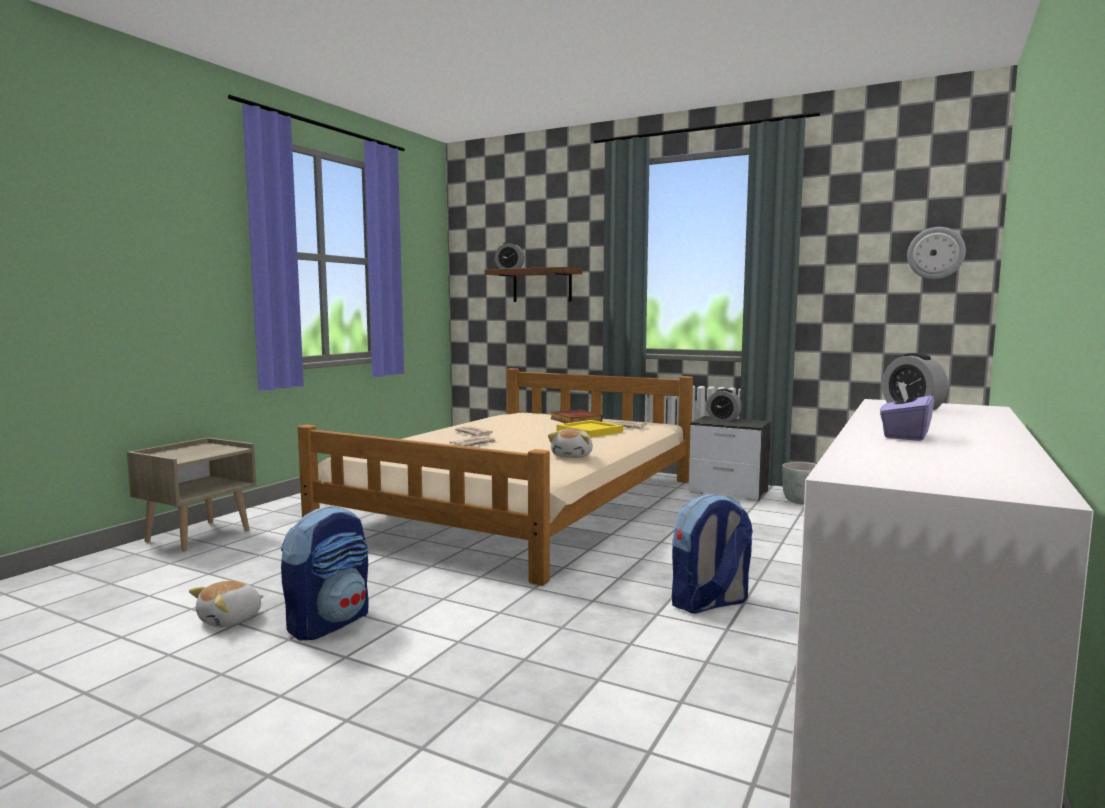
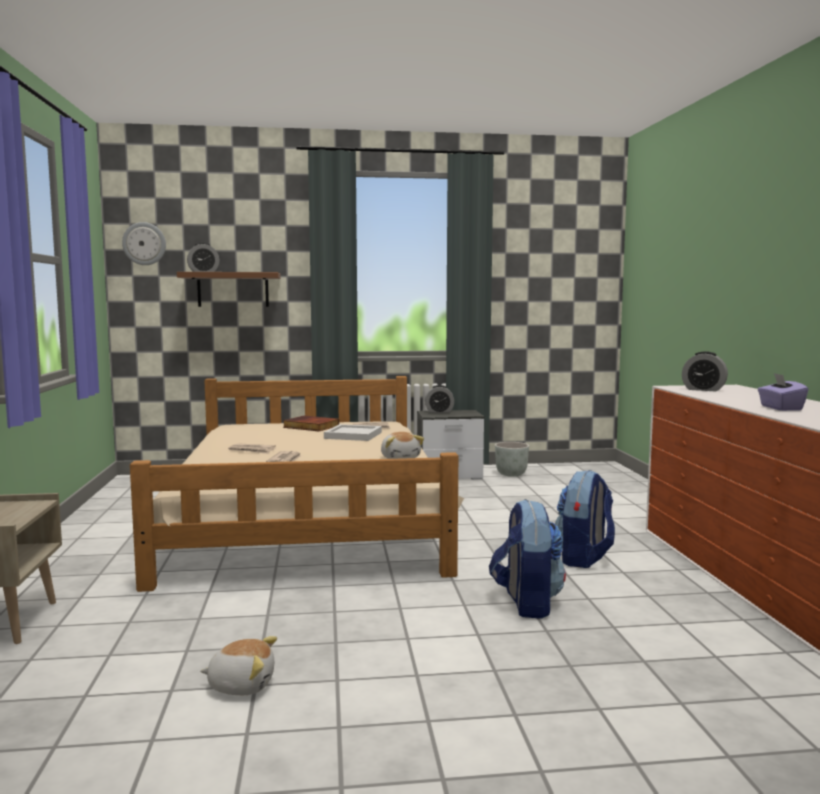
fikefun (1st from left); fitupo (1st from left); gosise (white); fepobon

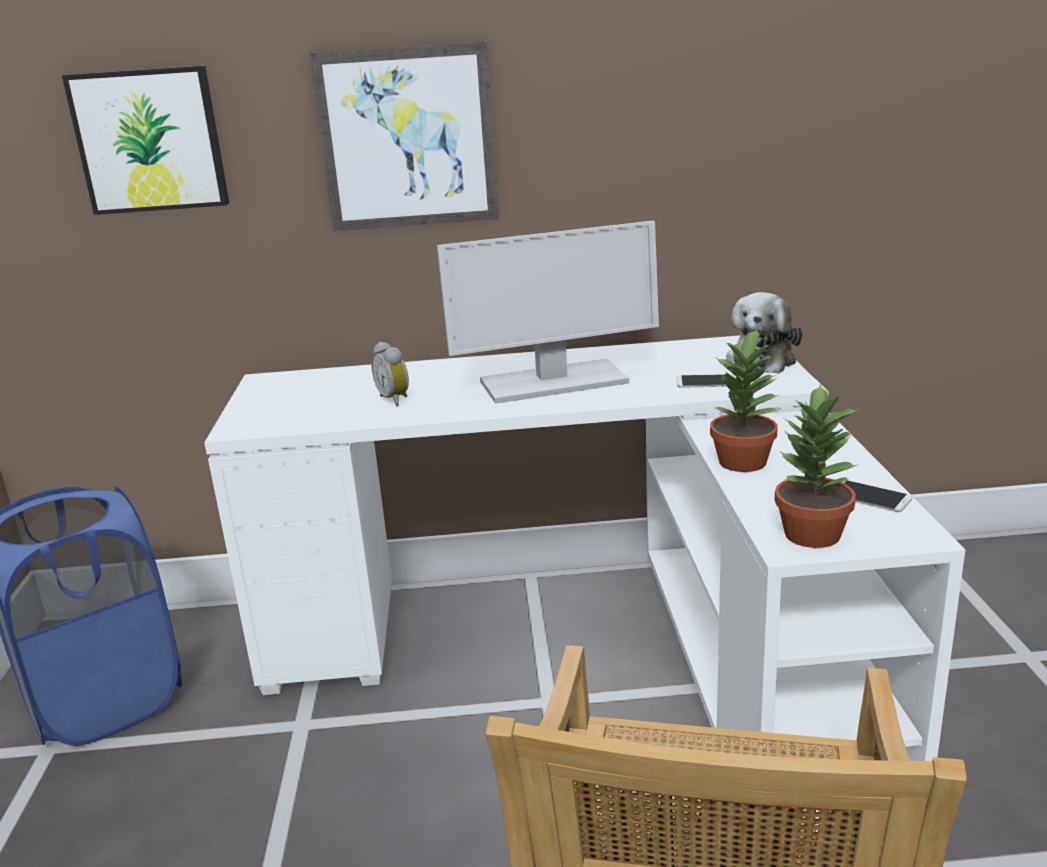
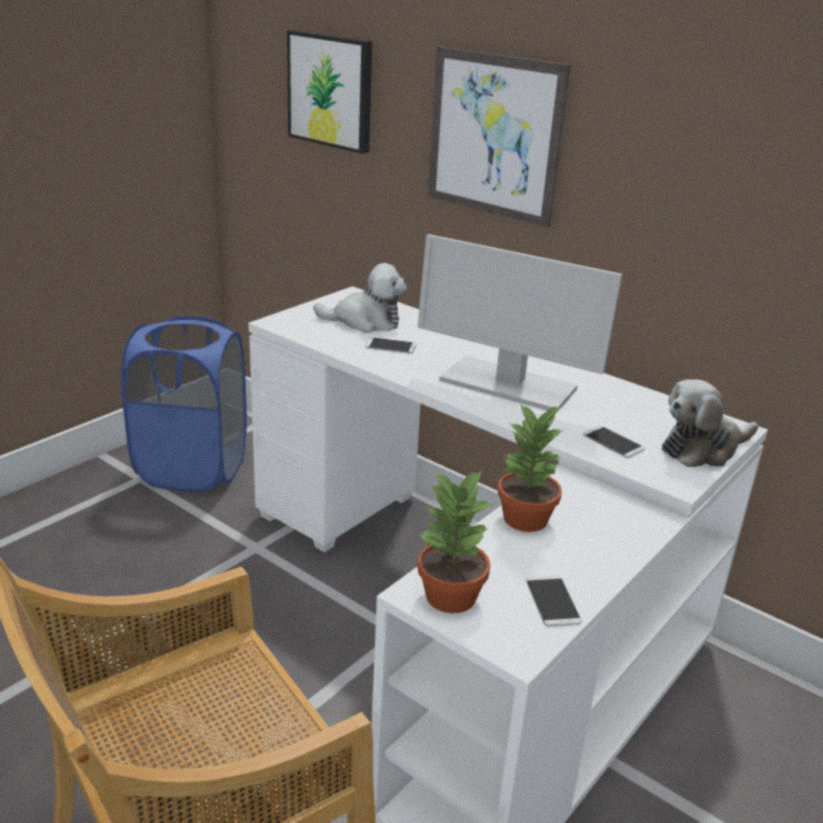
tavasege (1st from left); fikefun (1st from left)

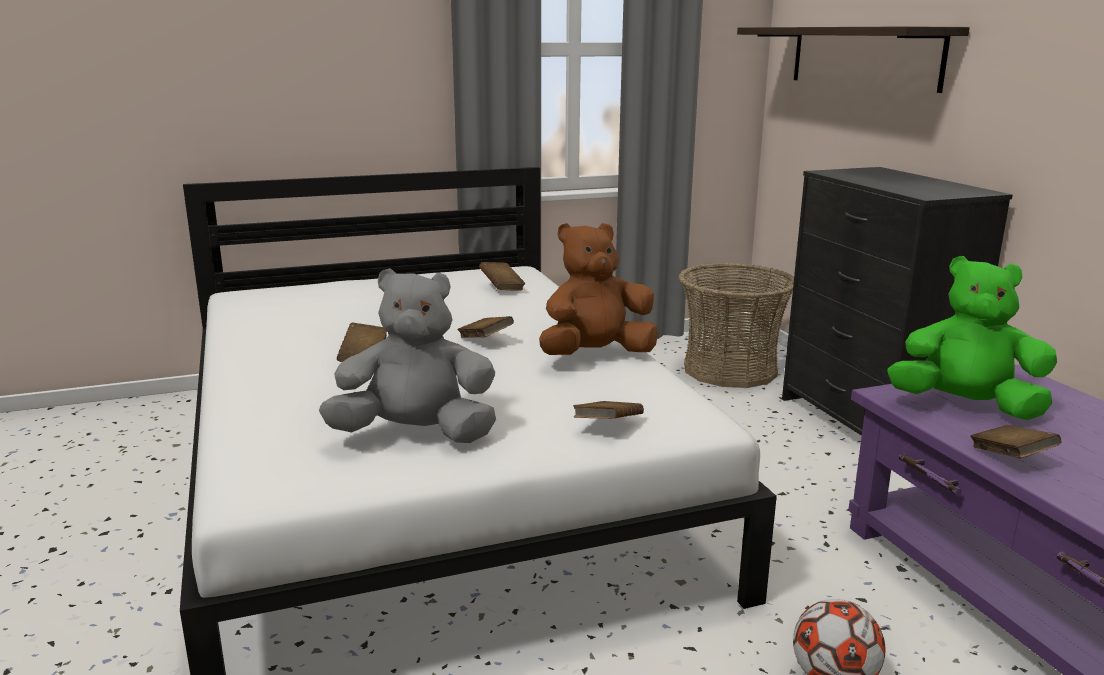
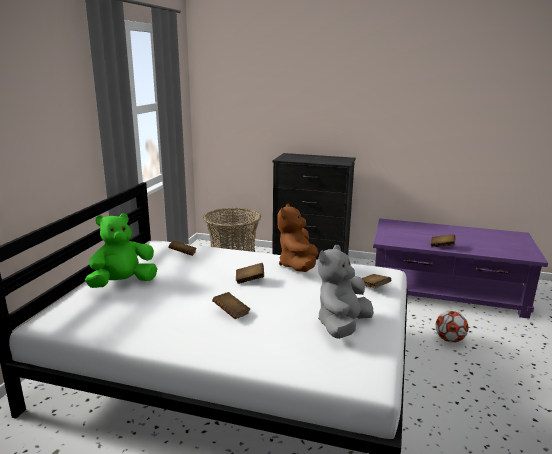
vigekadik; fikefun (green)

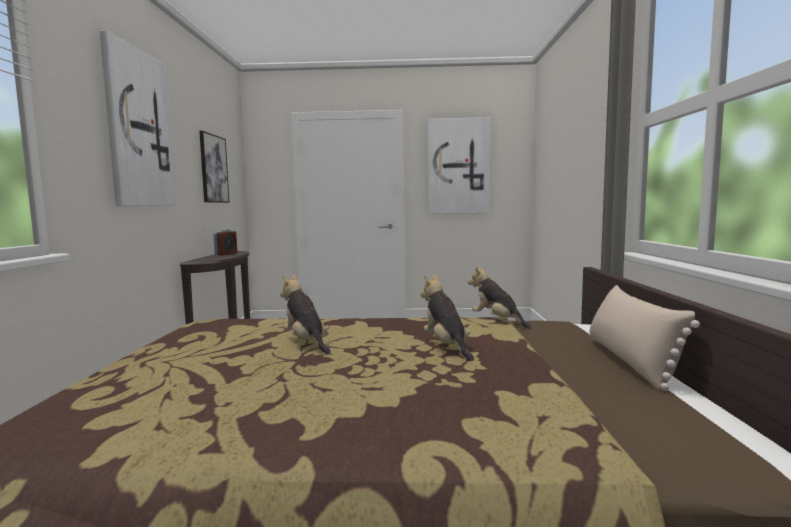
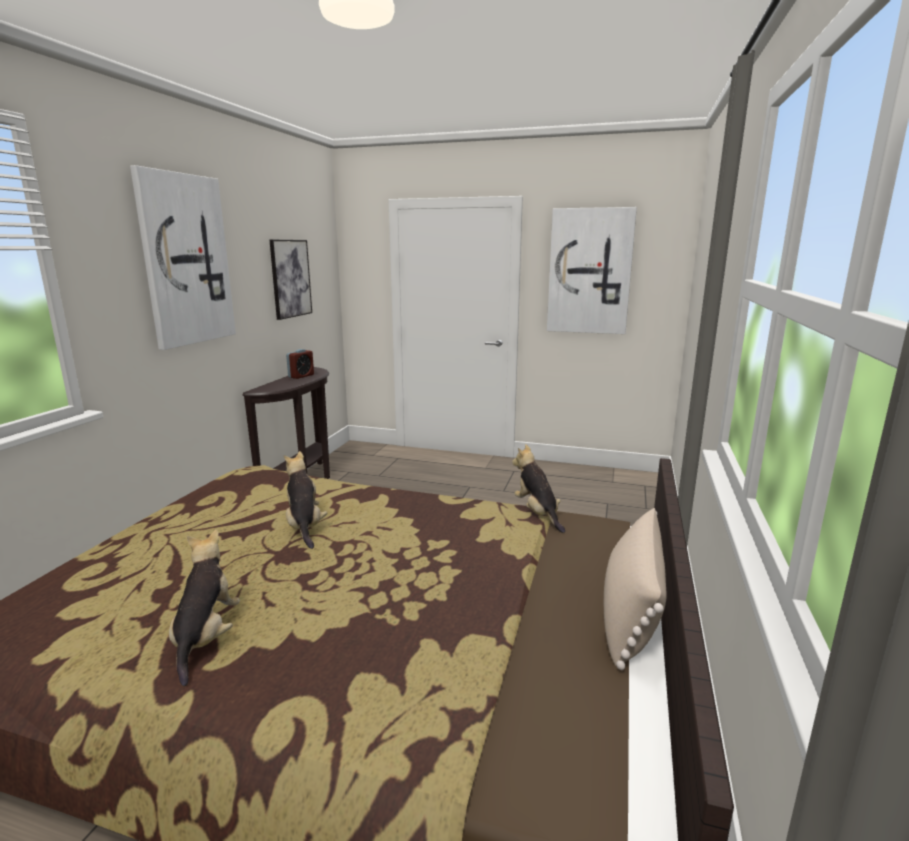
fikefun (1st from left)

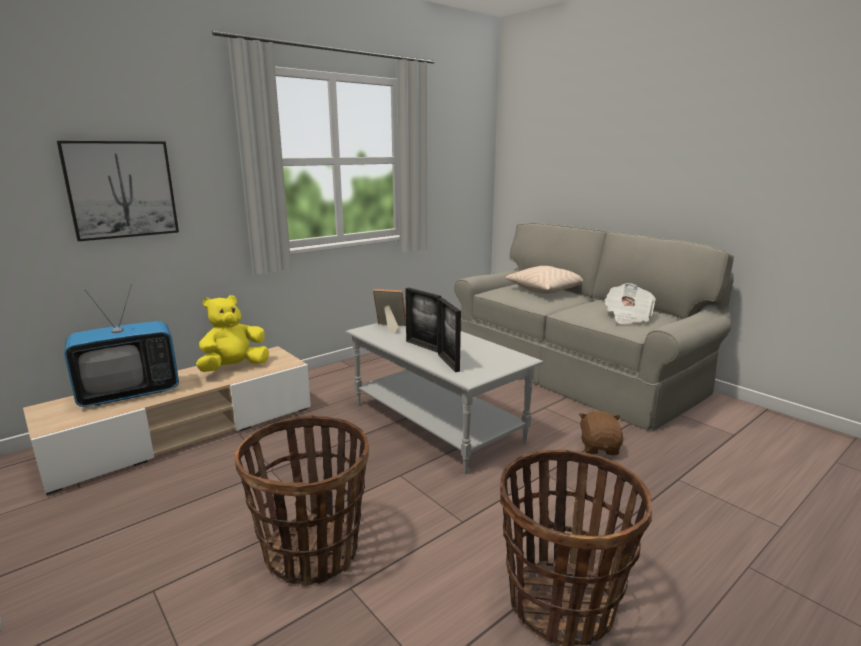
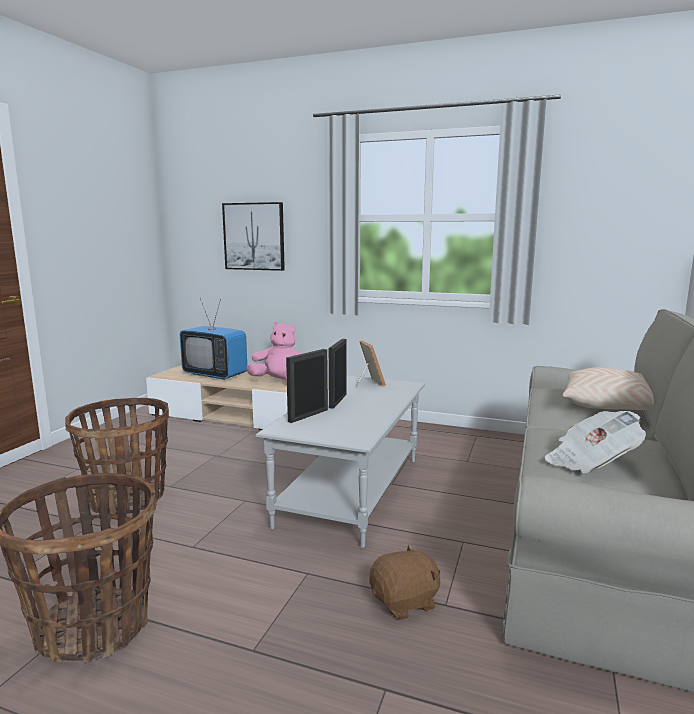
fikefun (pink)

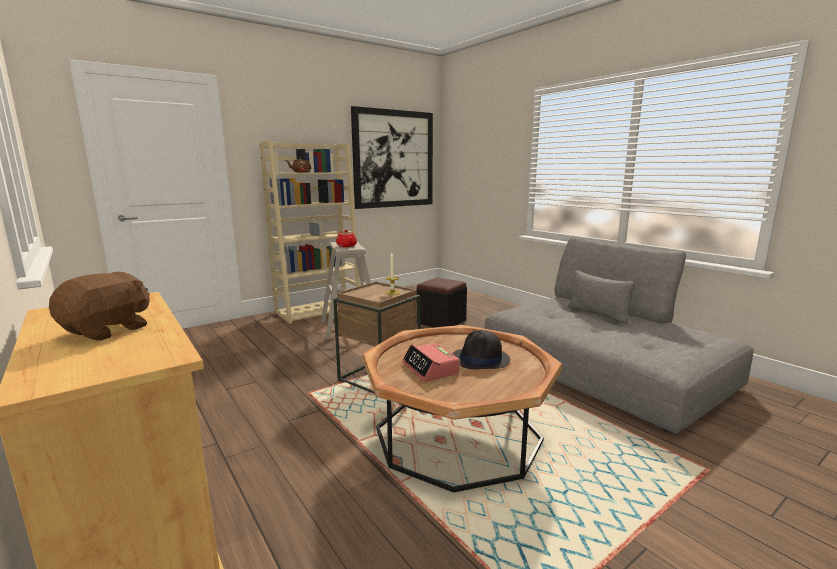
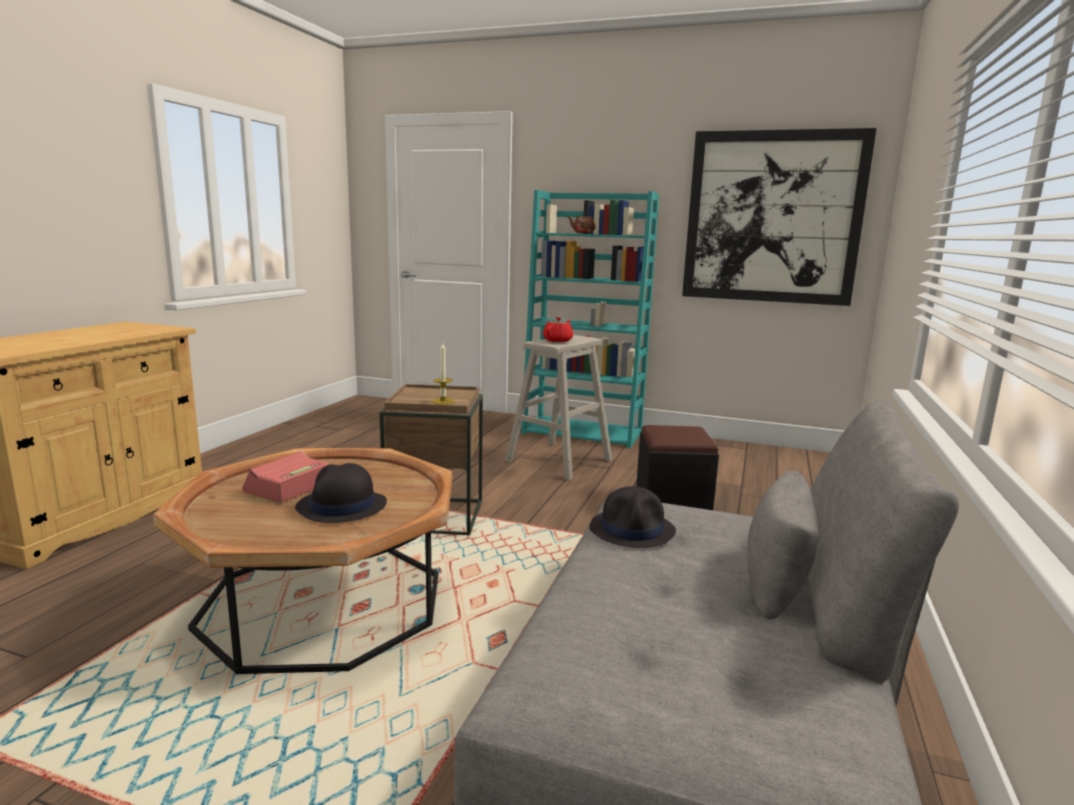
fikefun (brown); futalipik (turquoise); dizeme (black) (2nd from left)

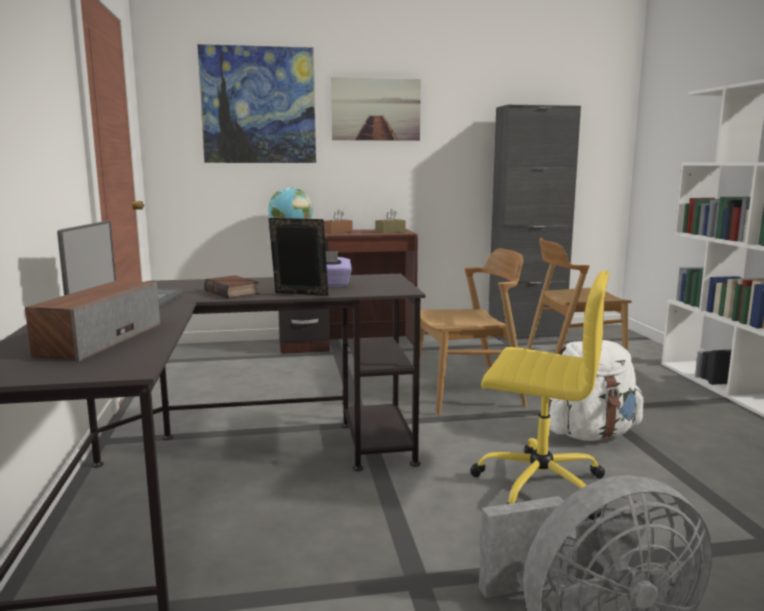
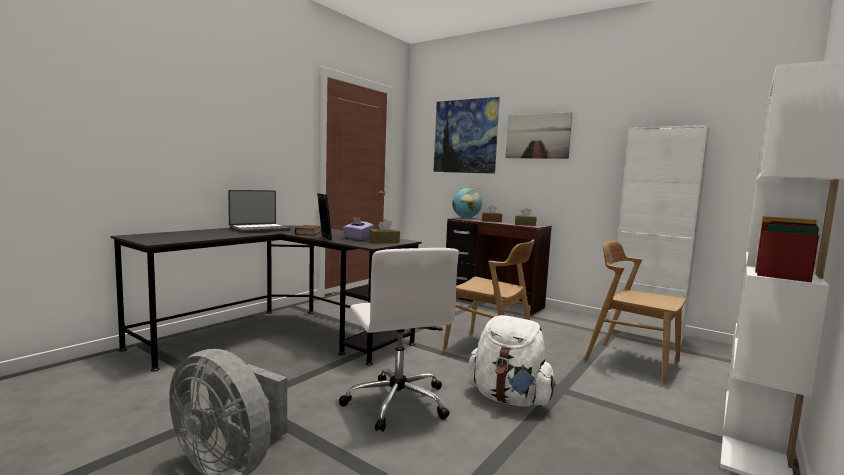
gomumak; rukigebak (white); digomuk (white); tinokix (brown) (1st from left)

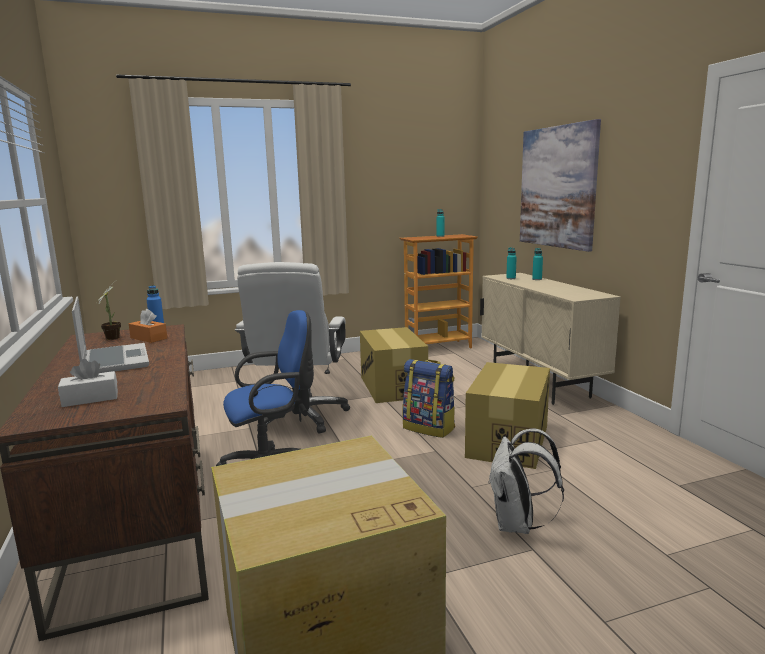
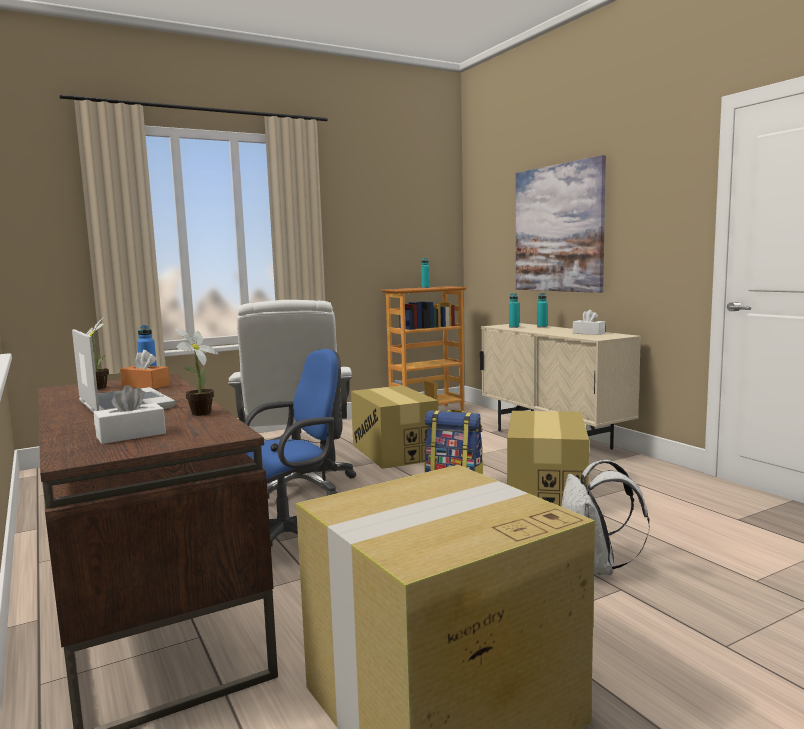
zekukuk (2nd from left); tinokix (white) (2nd from left)

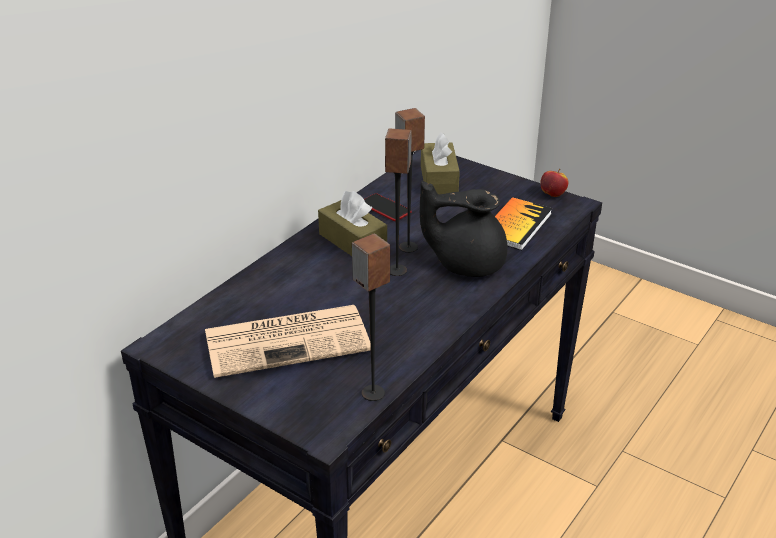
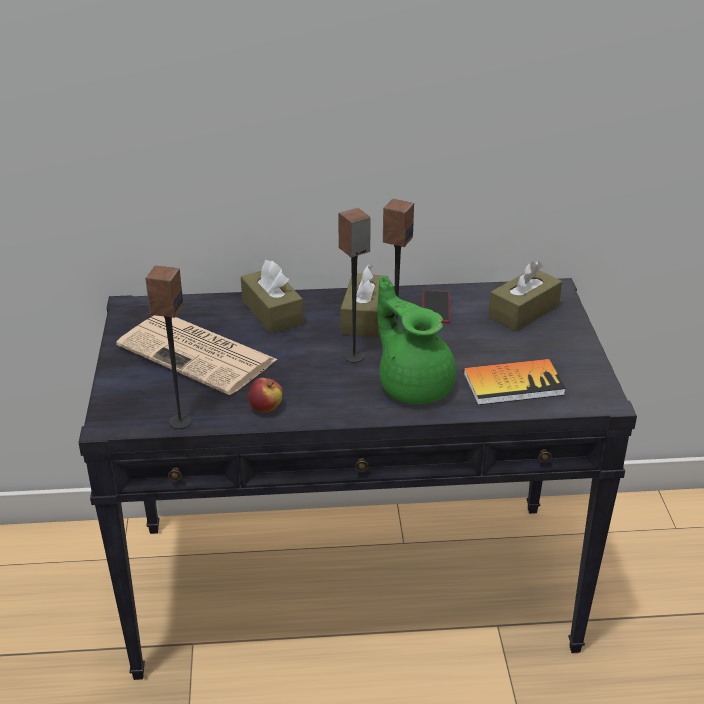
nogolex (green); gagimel; tinokix (brown) (1st from left)

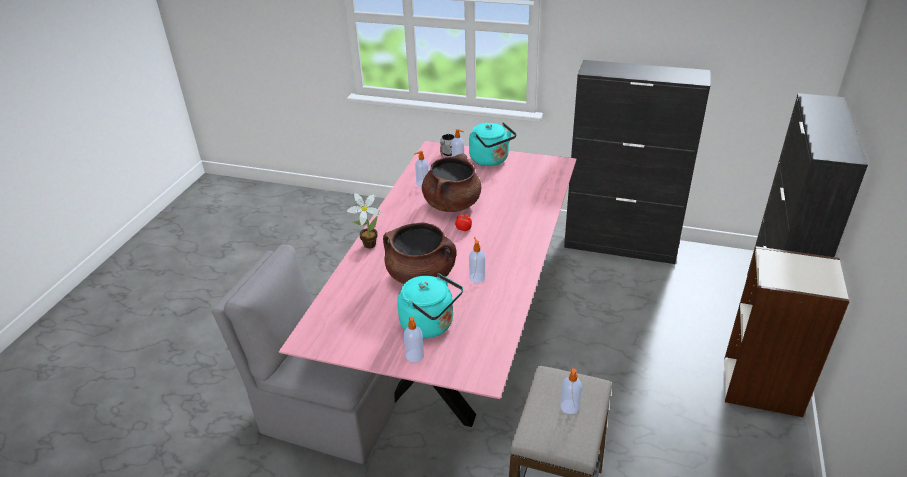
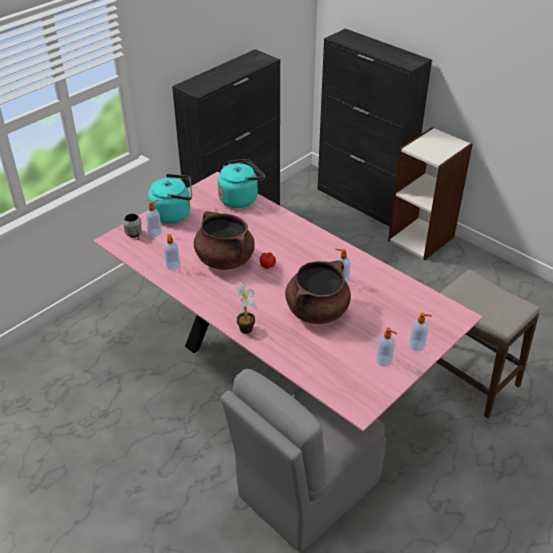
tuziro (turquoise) (2nd from left); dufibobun (4th from left)

